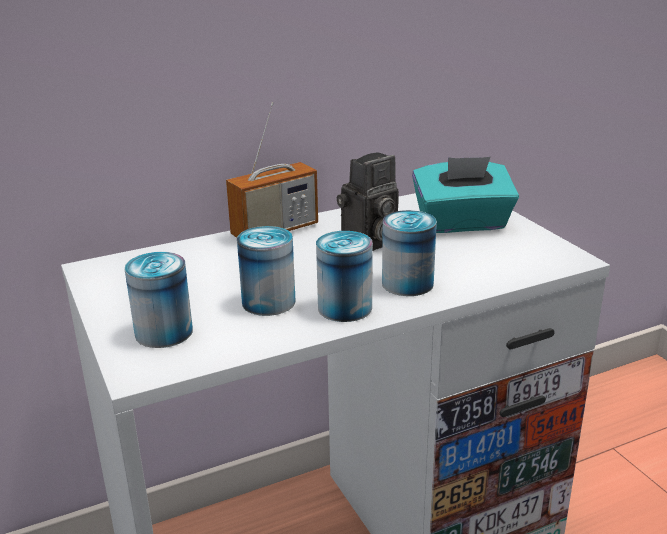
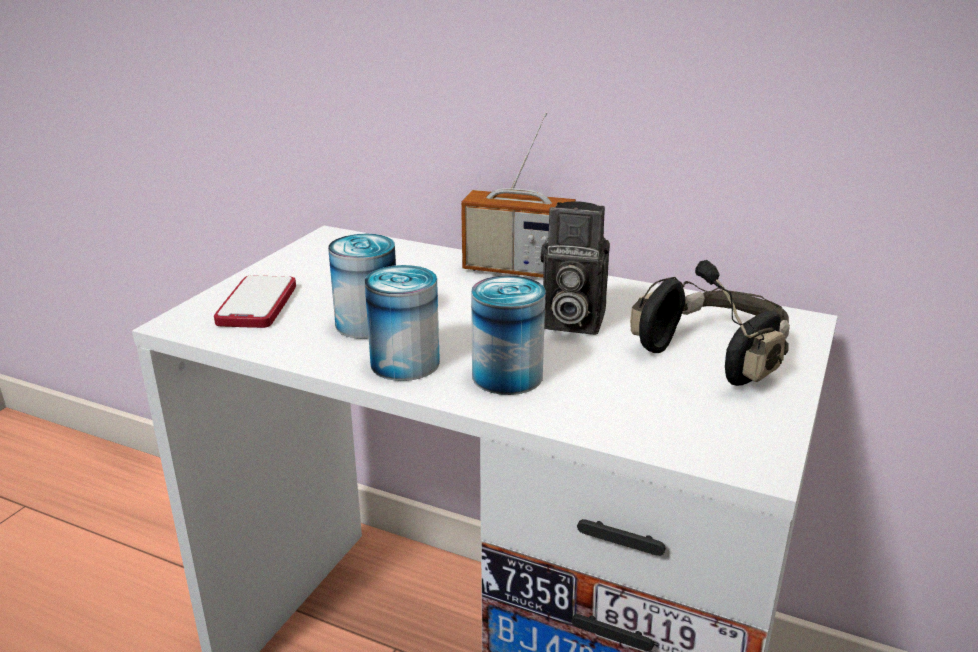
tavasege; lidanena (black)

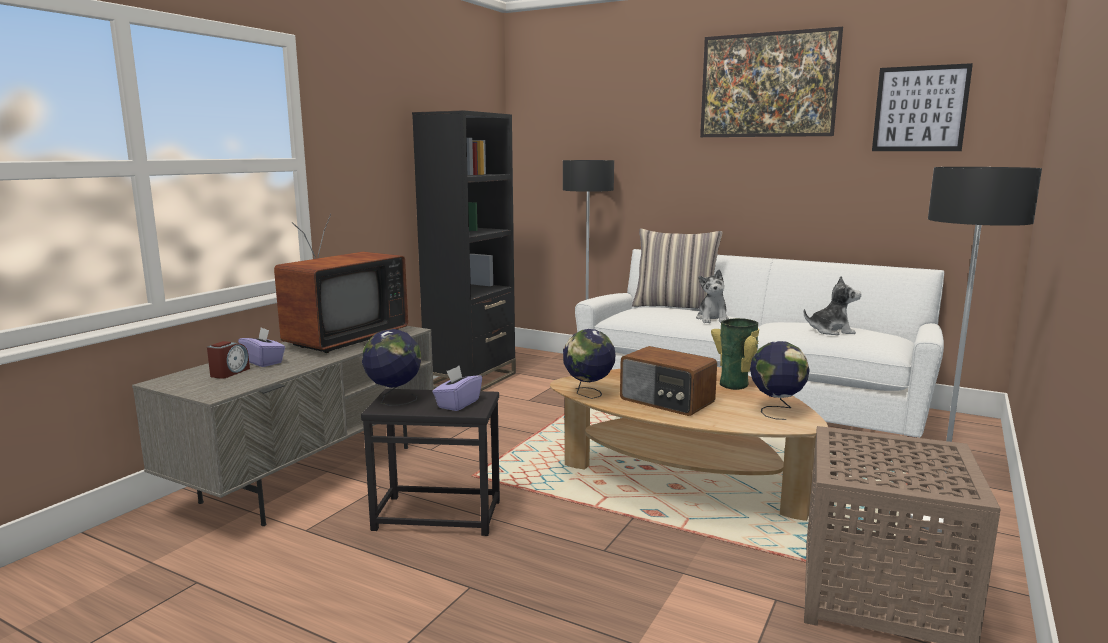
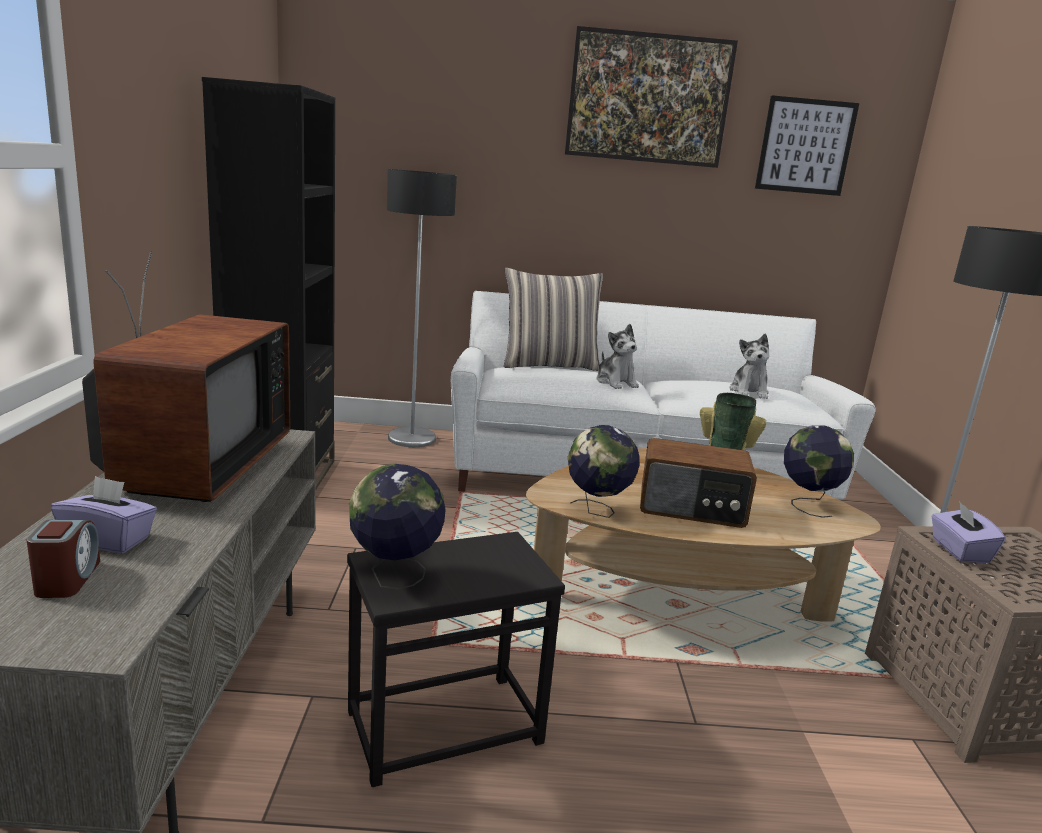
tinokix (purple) (2nd from left); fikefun (2nd from left)

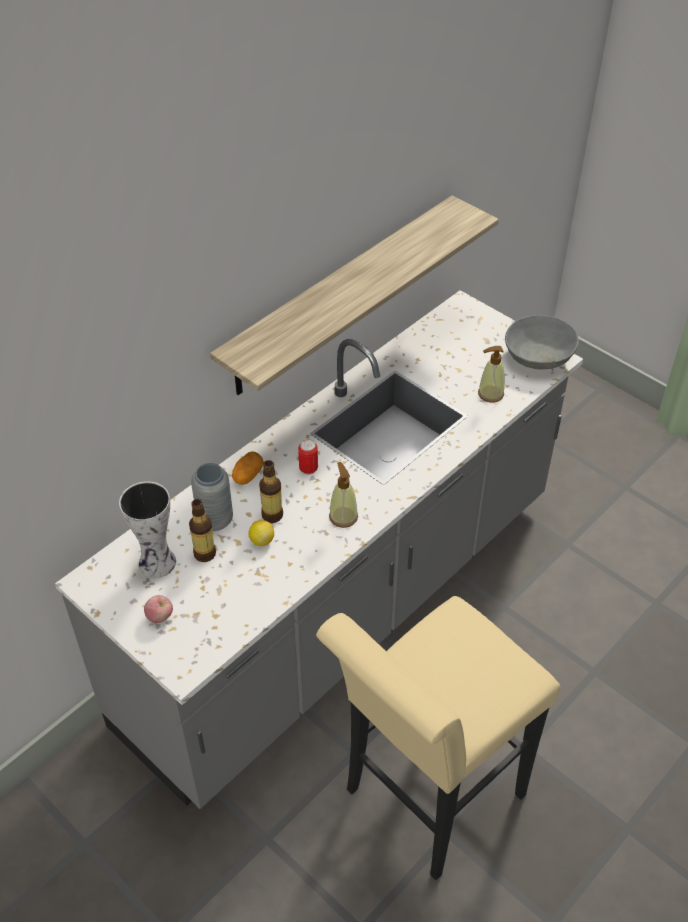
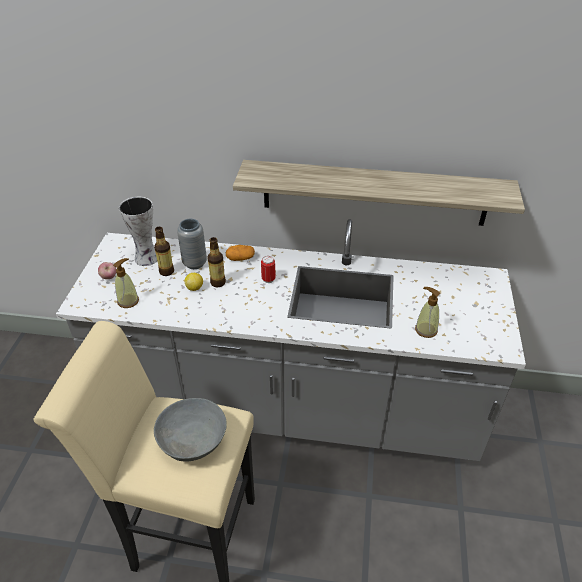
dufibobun (1st from left); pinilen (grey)

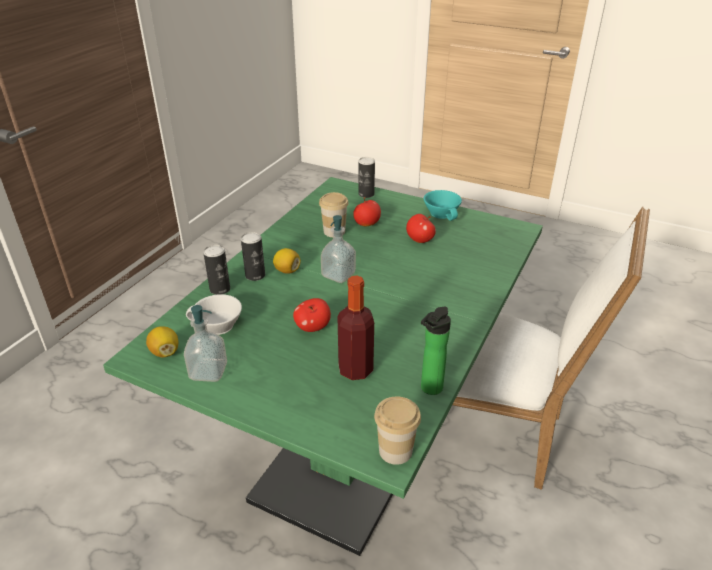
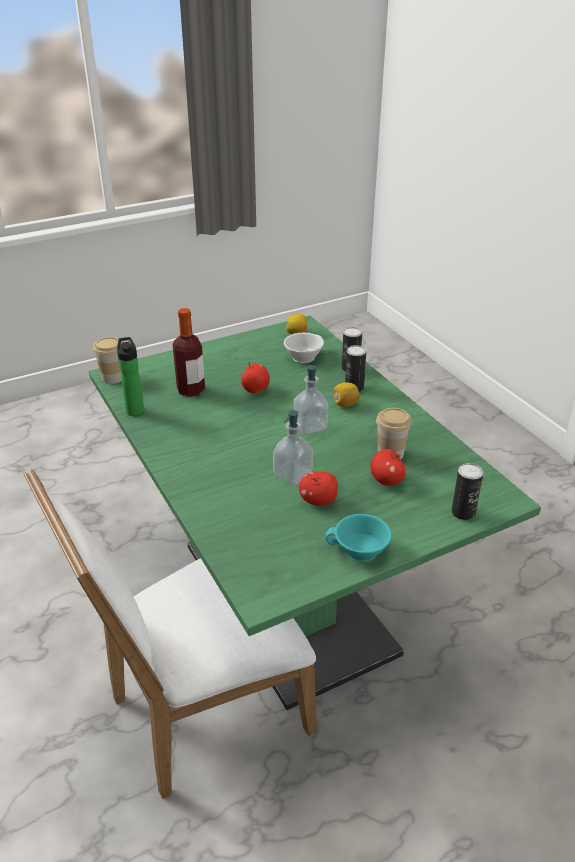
dufibobun (1st from left)

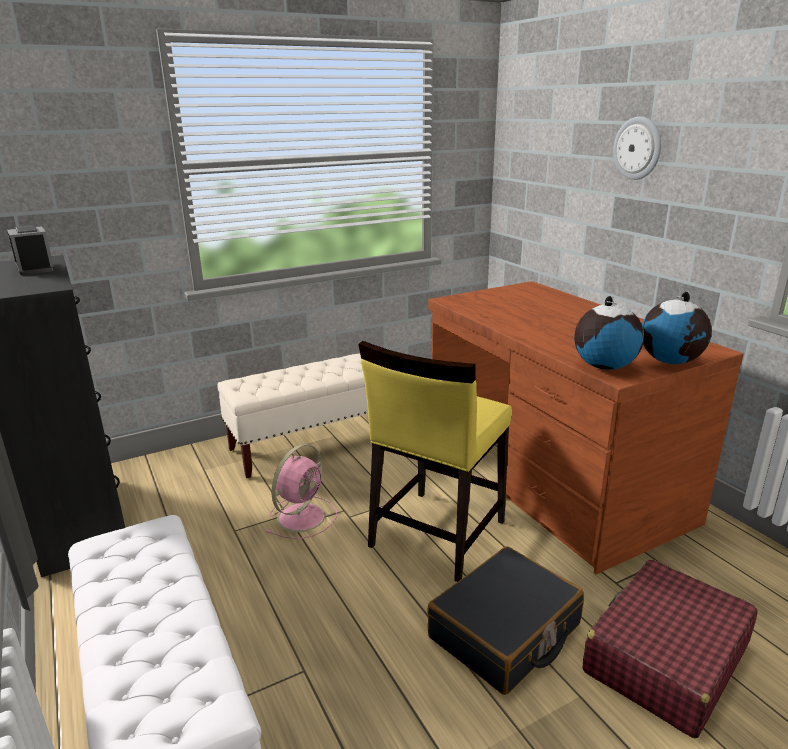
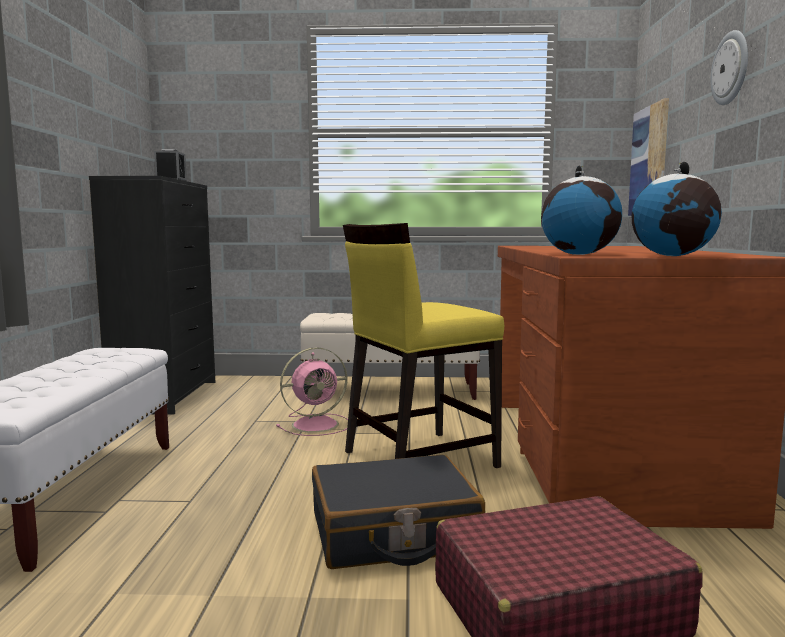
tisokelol

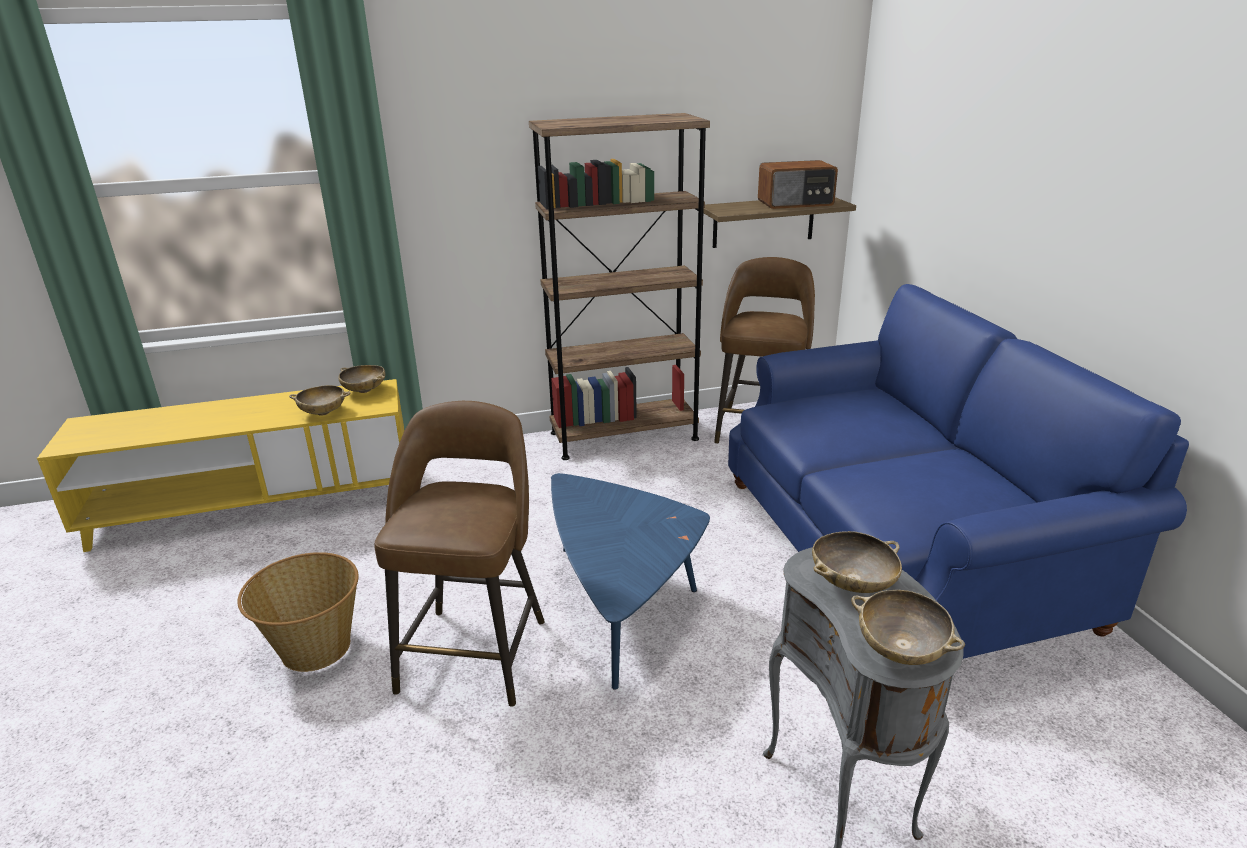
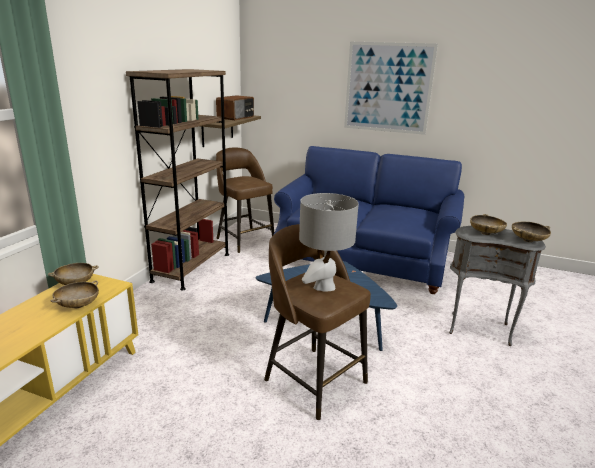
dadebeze; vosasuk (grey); tisokelol

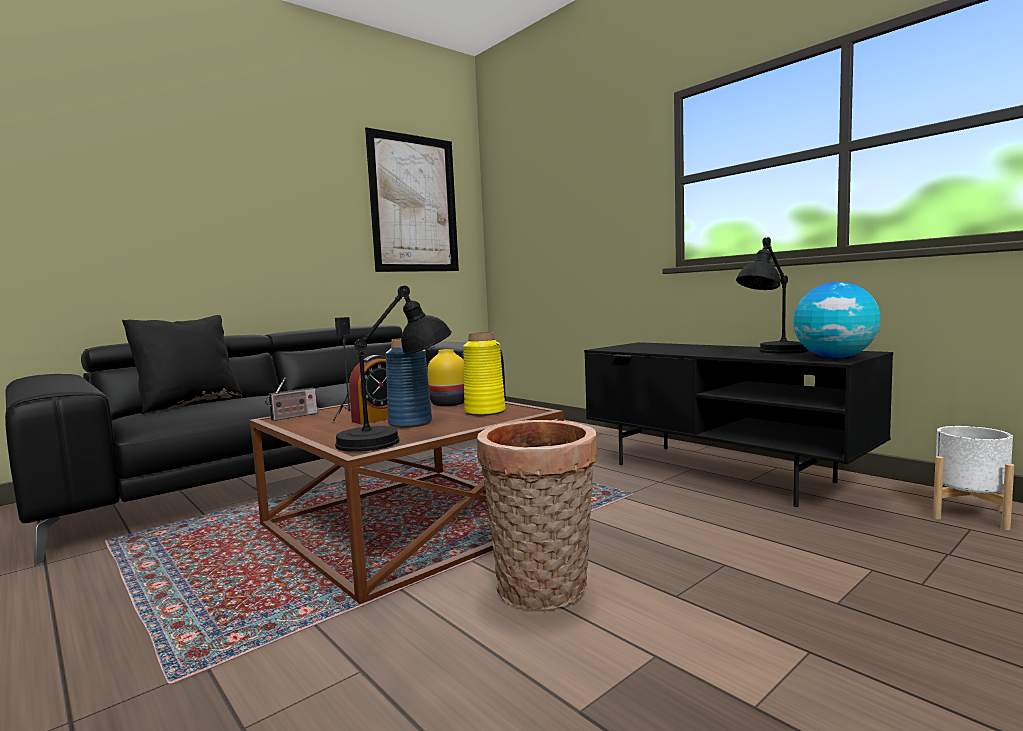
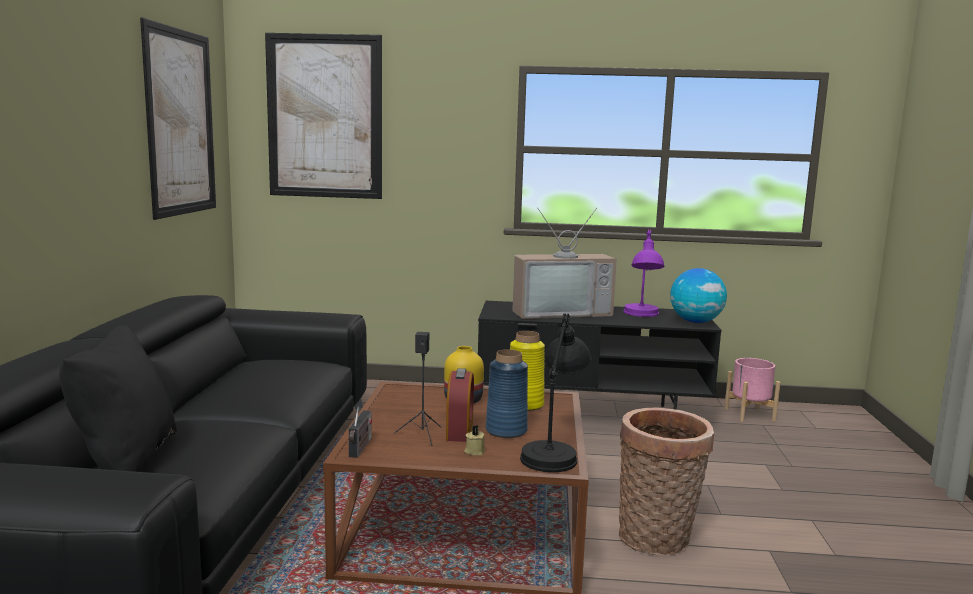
vosasuk (purple); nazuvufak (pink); tisokelol (2nd from left); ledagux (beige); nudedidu

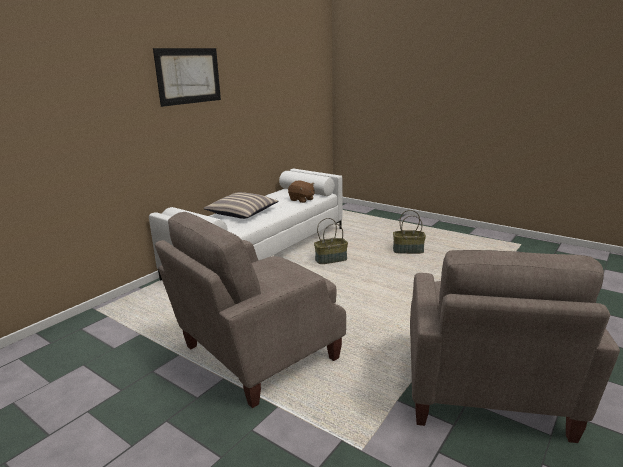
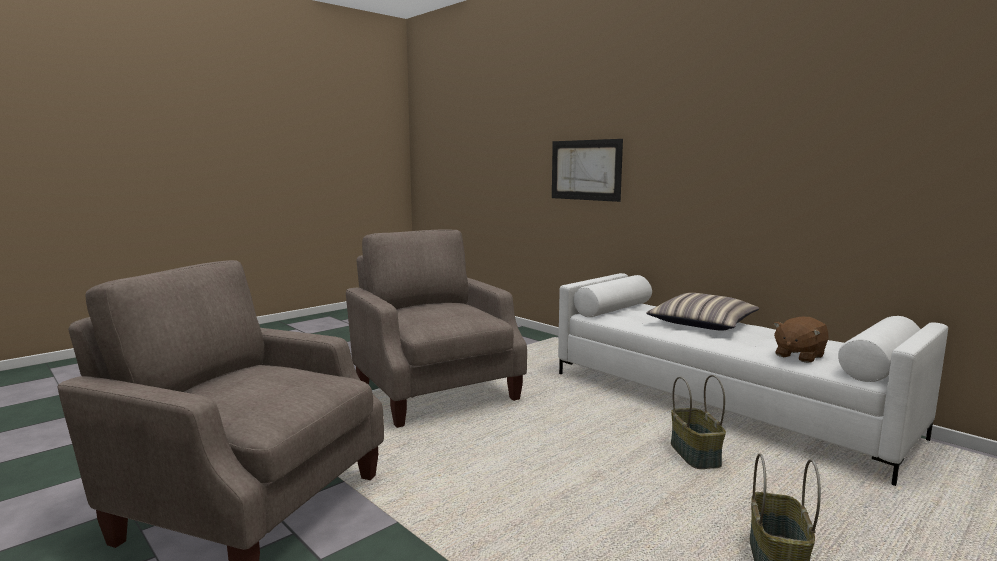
tisokelol

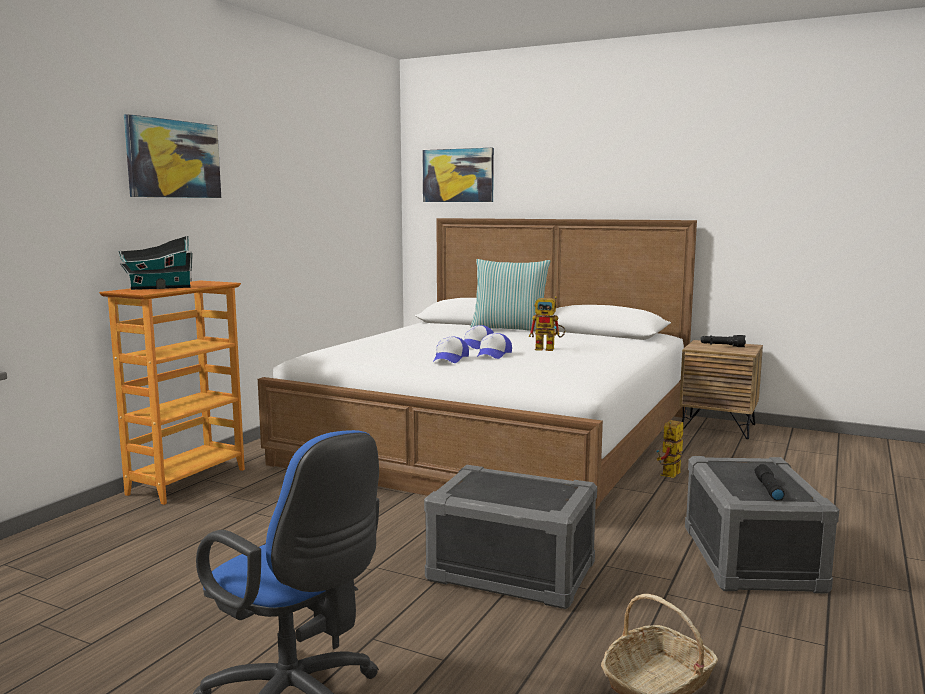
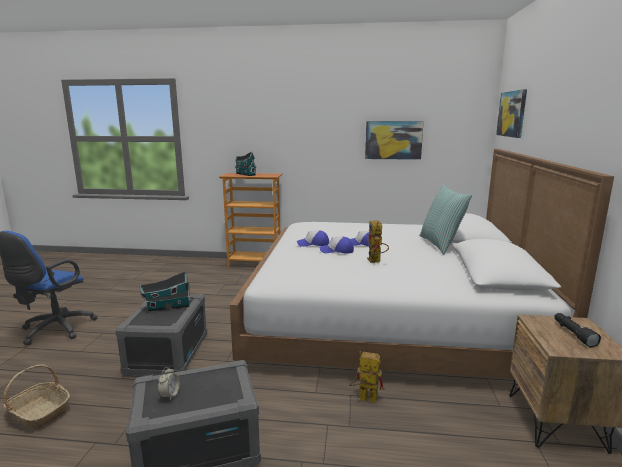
tisokelol (1st from left); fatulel; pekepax (1st from left)

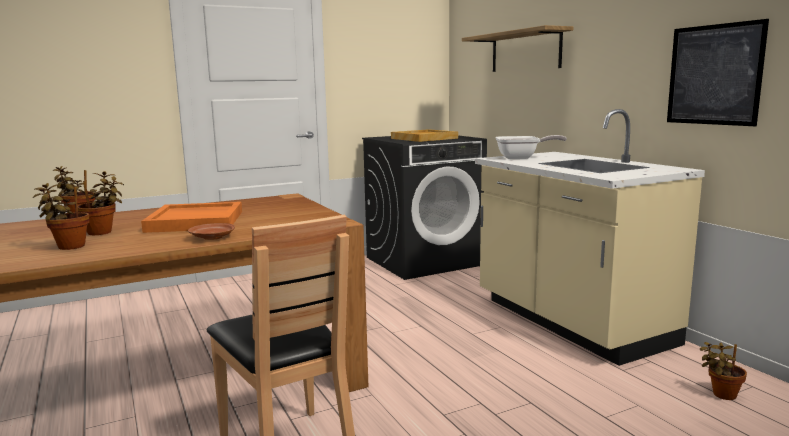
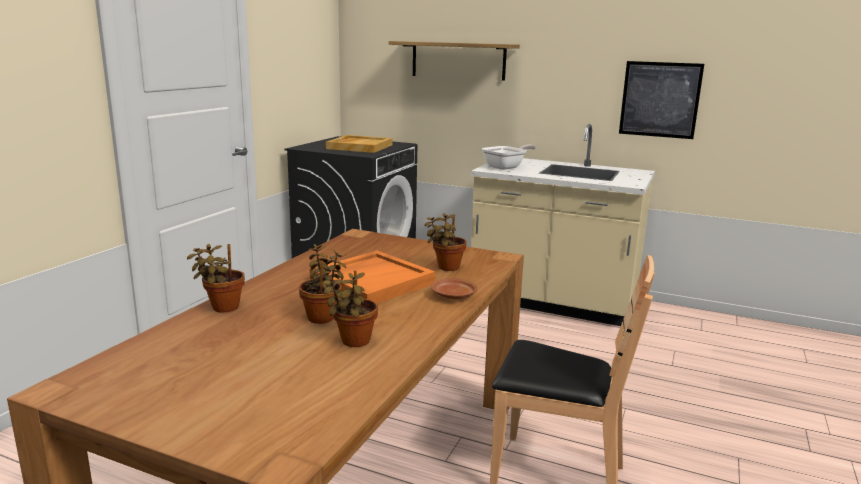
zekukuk (4th from left)

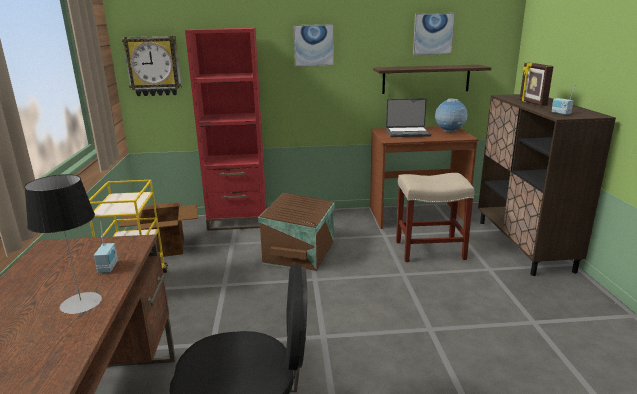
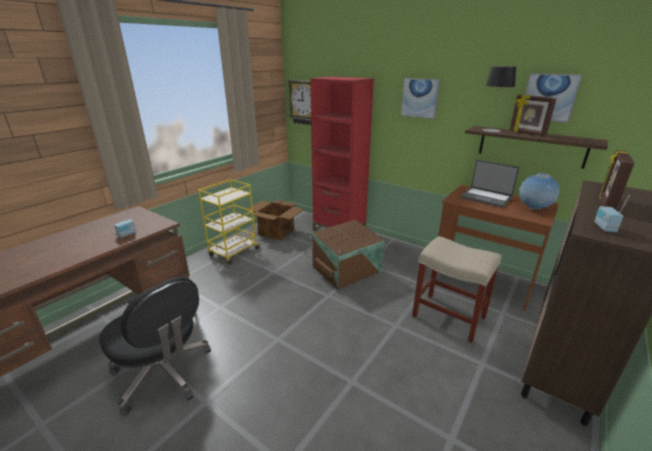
vosasuk; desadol (1st from left)

